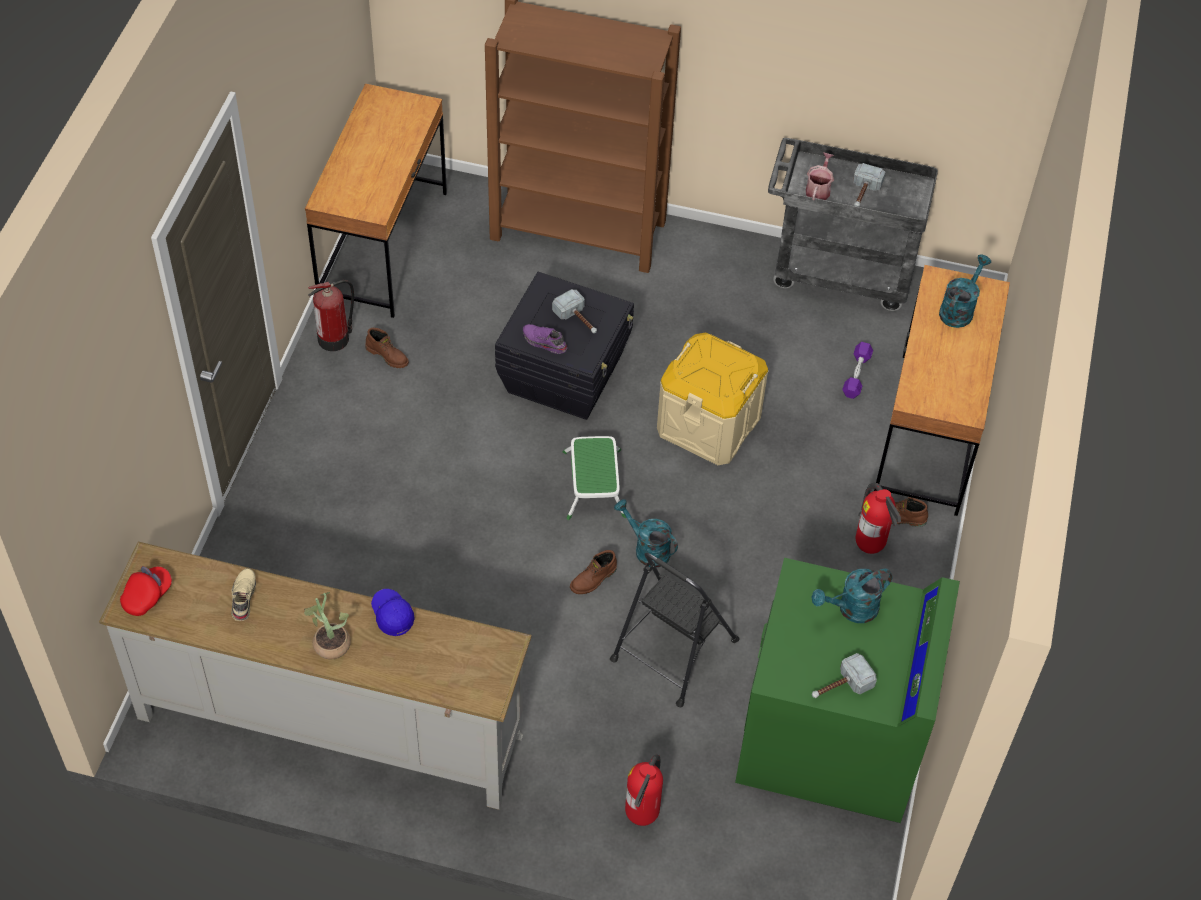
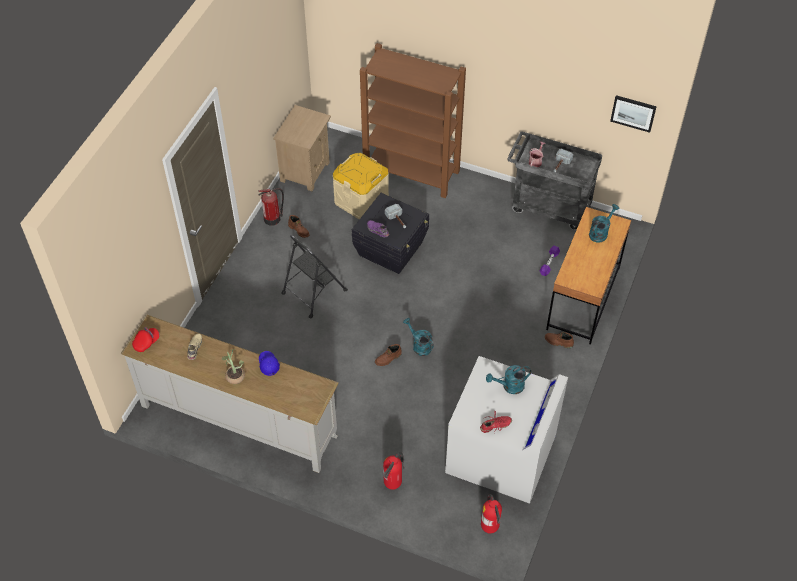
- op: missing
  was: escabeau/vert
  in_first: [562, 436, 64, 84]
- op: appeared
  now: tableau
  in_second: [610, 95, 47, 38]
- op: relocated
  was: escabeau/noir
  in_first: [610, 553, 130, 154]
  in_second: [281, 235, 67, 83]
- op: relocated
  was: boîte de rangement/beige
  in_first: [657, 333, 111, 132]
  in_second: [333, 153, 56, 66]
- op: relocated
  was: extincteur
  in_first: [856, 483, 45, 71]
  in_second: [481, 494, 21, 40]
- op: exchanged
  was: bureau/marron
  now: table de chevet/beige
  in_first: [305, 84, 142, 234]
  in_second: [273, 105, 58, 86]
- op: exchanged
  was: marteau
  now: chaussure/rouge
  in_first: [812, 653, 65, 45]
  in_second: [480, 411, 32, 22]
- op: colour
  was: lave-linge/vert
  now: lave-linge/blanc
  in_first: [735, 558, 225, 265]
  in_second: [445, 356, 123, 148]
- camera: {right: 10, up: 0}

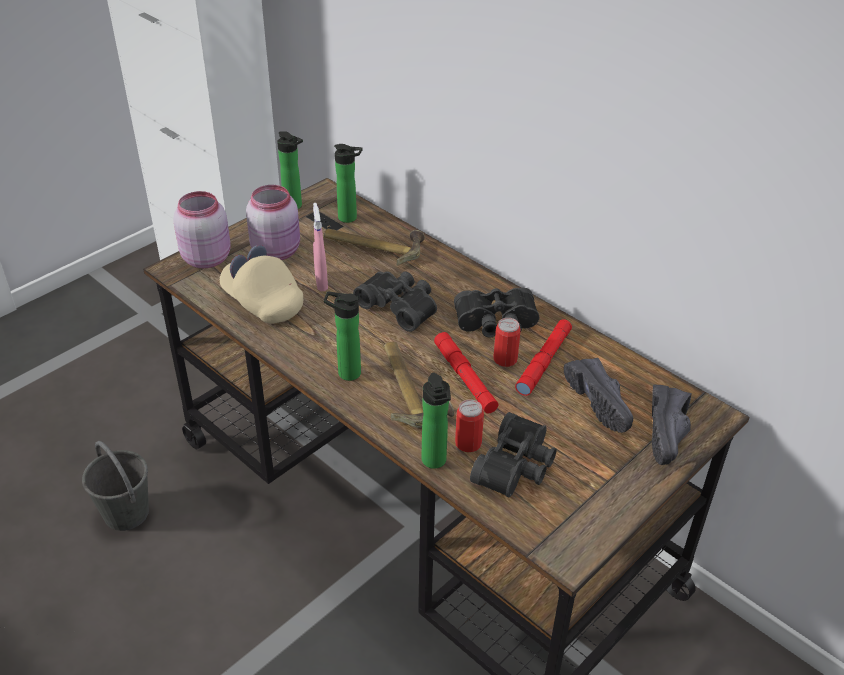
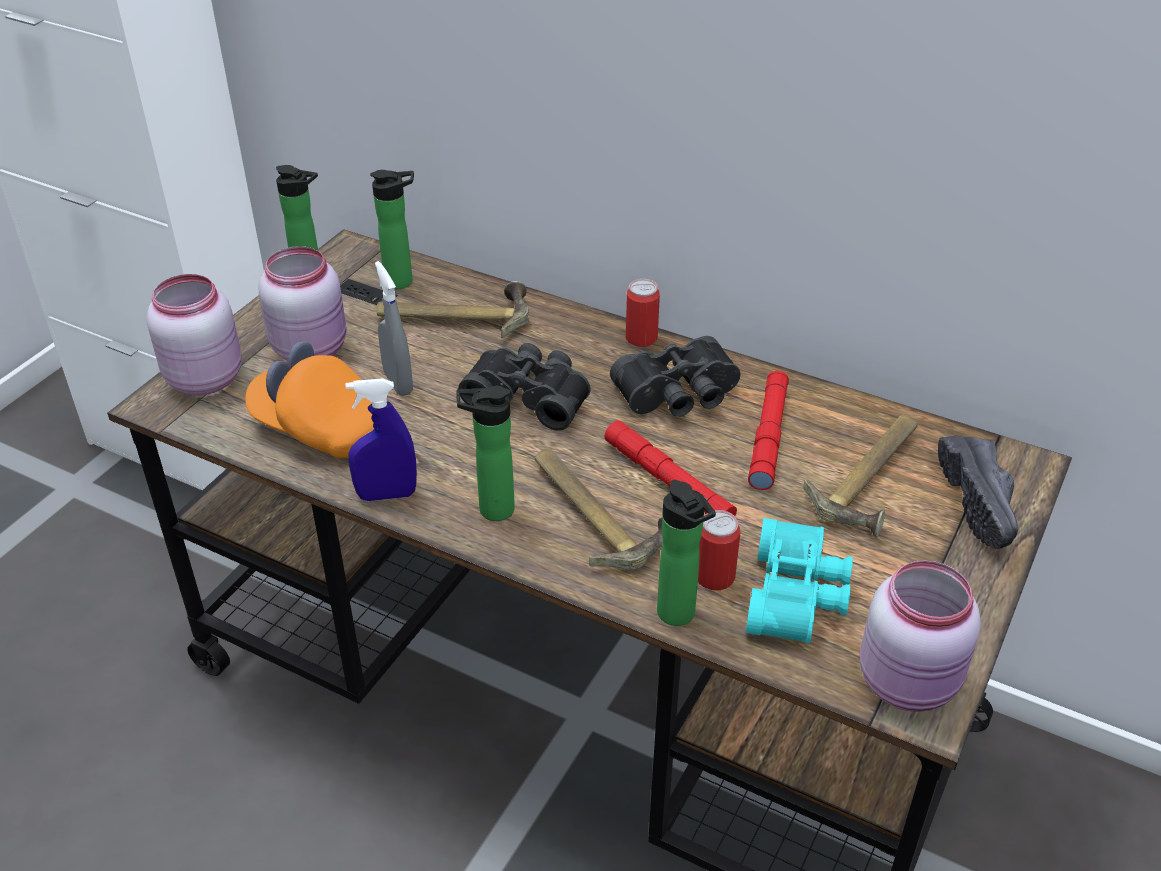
- op: missing
  was: seau/gris
  in_first: [82, 441, 67, 90]
- op: appeared
  now: vaporisateur/bleu
  in_second: [345, 378, 72, 123]
- op: appeared
  now: bocal/rose
  in_second: [860, 560, 121, 152]
- op: relocated
  was: boîte métallique
  in_first: [493, 318, 28, 49]
  in_second: [626, 279, 34, 68]
- op: exchanged
  was: chaussure/noir
  now: marteau
  in_first: [564, 358, 69, 75]
  in_second: [804, 415, 114, 123]
- op: colour
  was: casquette/beige
  now: casquette/orange
  in_first: [220, 245, 83, 78]
  in_second: [245, 341, 129, 117]
- op: colour
  was: vaporisateur/rose
  now: vaporisateur/gris
  in_first: [313, 203, 15, 88]
  in_second: [375, 261, 38, 135]
- op: colour
  was: jumelles/noir
  now: jumelles/turquoise
  in_first: [470, 412, 87, 85]
  in_second: [746, 518, 107, 126]
- camera: {right: -15, up: 0}

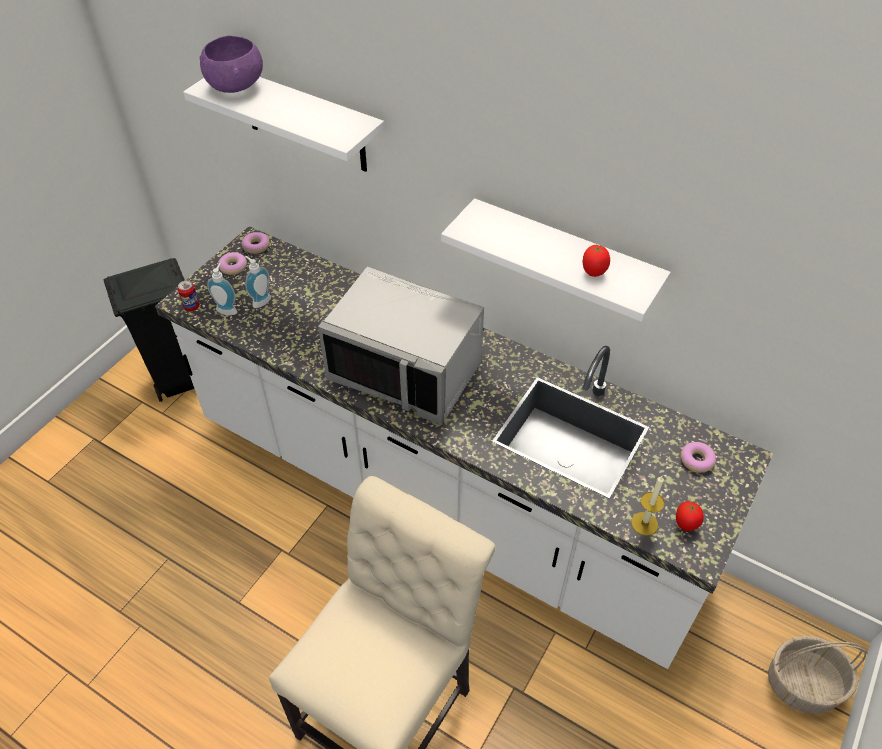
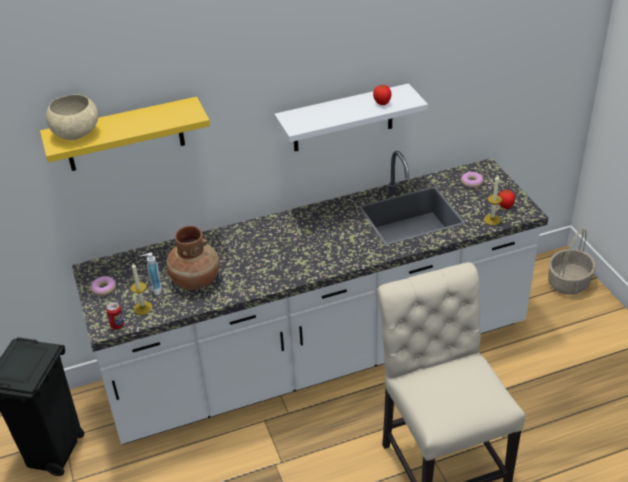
- op: missing
  was: beignet
  in_first: [242, 232, 28, 22]
- op: missing
  was: micro-ondes/gris
  in_first: [318, 267, 166, 158]
- op: appeared
  now: vase/marron
  in_second: [166, 226, 54, 64]
- op: exchanged
  was: distributeur de savon
  now: bougie
  in_first: [207, 262, 31, 53]
  in_second: [130, 263, 22, 52]
- op: colour
  was: étagère/blanc
  now: étagère/jaune
  in_first: [183, 77, 201, 95]
  in_second: [40, 97, 170, 74]
- op: colour
  was: bol/violet
  now: bol/beige
  in_first: [200, 36, 63, 57]
  in_second: [46, 94, 52, 46]
- camera: {right: -50, up: -10}

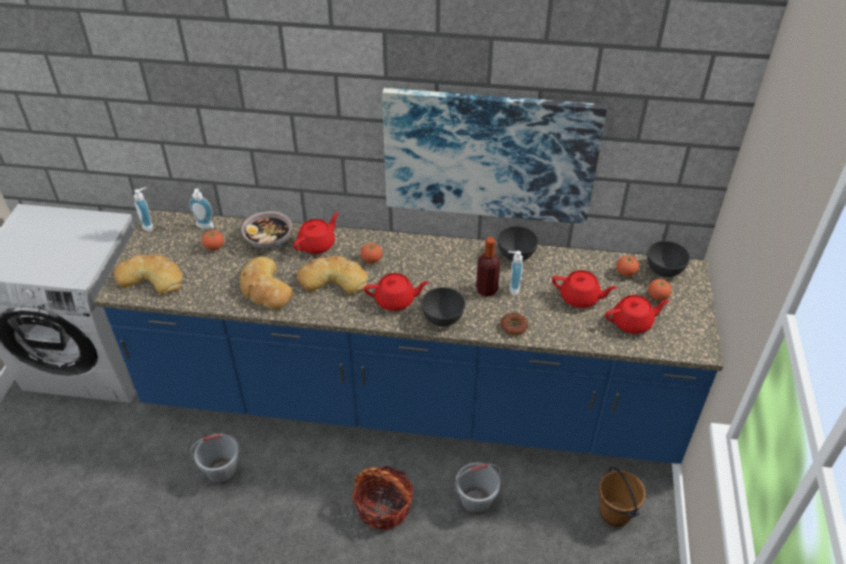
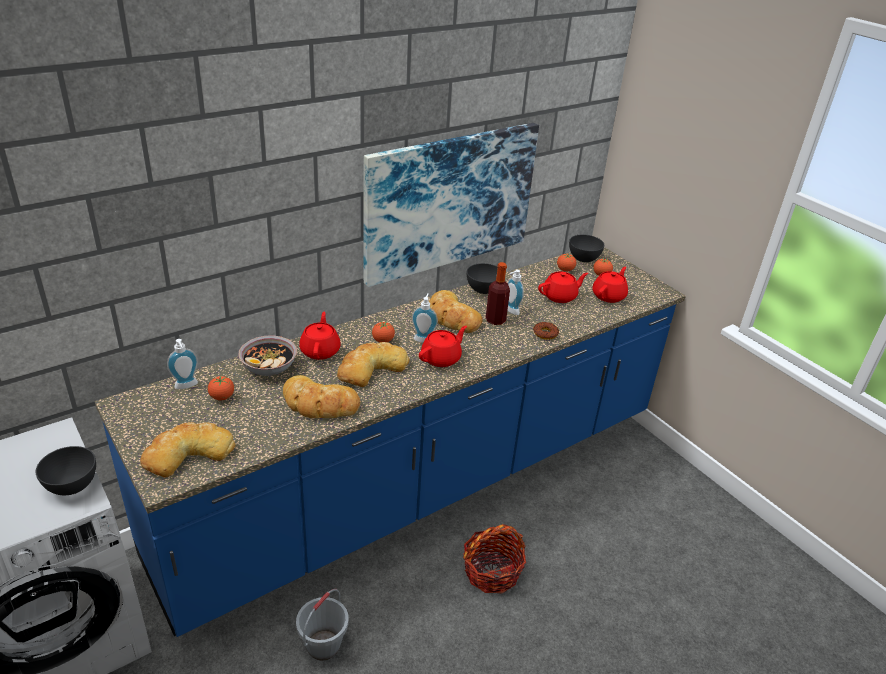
- op: missing
  was: seau/gris
  in_first: [455, 462, 46, 52]
- op: missing
  was: seau/marron
  in_first: [599, 466, 47, 61]
- op: appeared
  now: pain
  in_second: [429, 290, 54, 43]
- op: relocated
  was: distributeur de savon
  in_first: [134, 187, 20, 45]
  in_second: [412, 293, 26, 50]
- op: relocated
  was: bol/gris
  in_first: [421, 287, 44, 40]
  in_second: [36, 446, 60, 49]
- camera: {right: -45, up: -10}

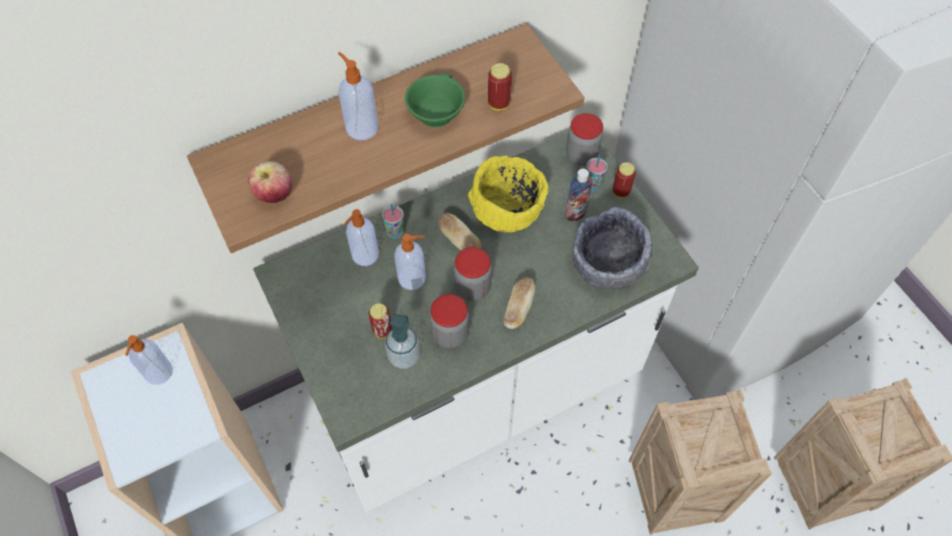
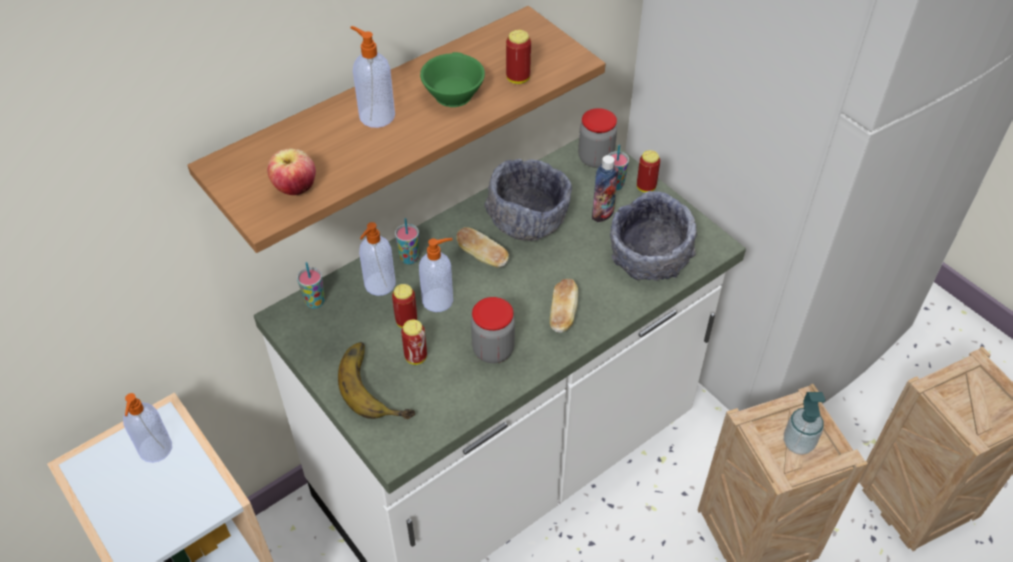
- op: missing
  was: bocal
  in_first: [454, 247, 38, 54]
- op: appeared
  now: tasse
  in_second: [297, 262, 28, 47]
- op: appeared
  now: banane
  in_second: [338, 342, 77, 78]
- op: appeared
  now: boîte métallique
  in_second: [392, 284, 25, 44]
- op: relocated
  was: distributeur de savon
  in_first: [385, 314, 35, 55]
  in_second: [784, 392, 41, 63]
- op: colour
  was: bol/jaune
  now: bol/gris
  in_first: [468, 156, 81, 76]
  in_second: [484, 159, 88, 82]
- camera: {right: -10, up: -10}

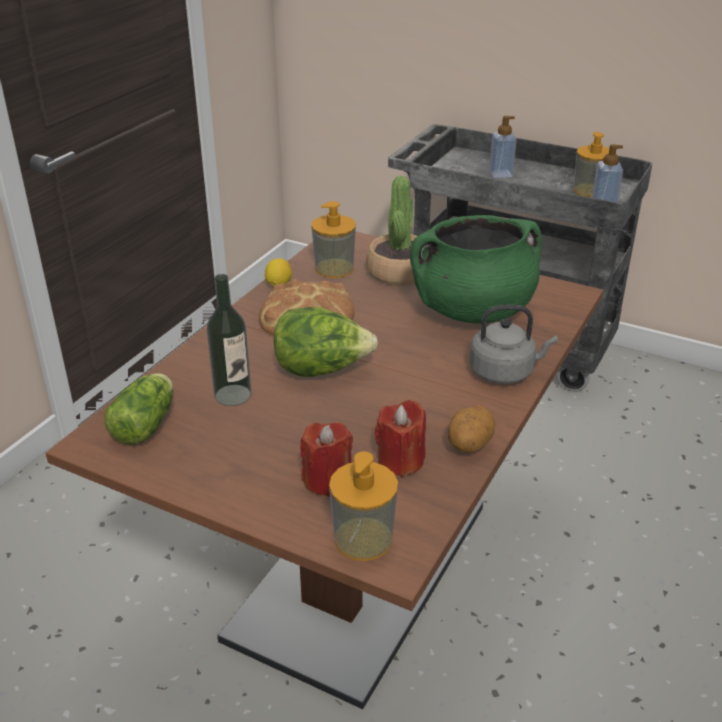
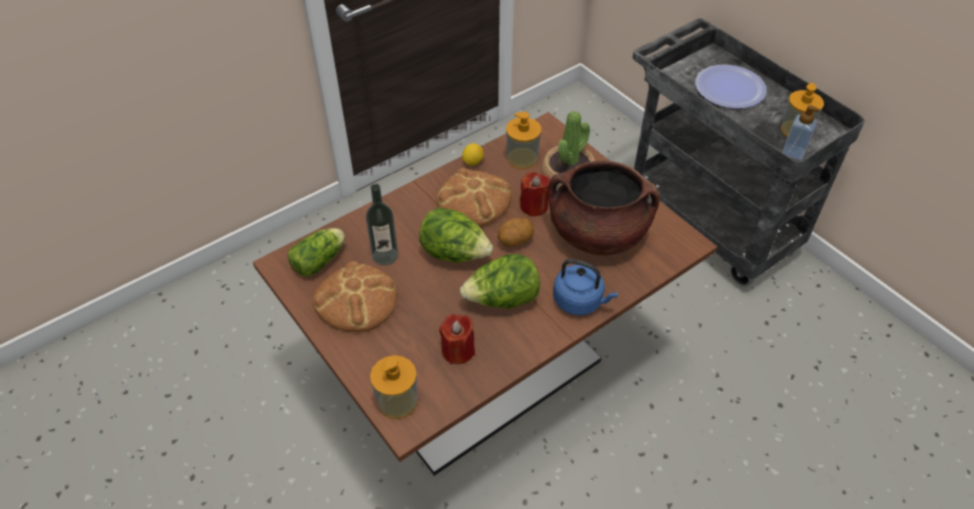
- op: appeared
  now: pain
  in_second: [313, 261, 84, 71]
- op: appeared
  now: laitue
  in_second: [460, 254, 80, 55]
- op: relocated
  was: bougie/rouge
  in_first: [300, 422, 53, 75]
  in_second: [520, 172, 30, 44]
- op: relocated
  was: pomme de terre
  in_first: [448, 405, 47, 48]
  in_second: [498, 218, 36, 29]
- op: exchanged
  was: distributeur de savon
  now: assiette
  in_first: [489, 116, 28, 62]
  in_second: [695, 65, 72, 44]
- op: colour
  was: marmite/vert
  now: marmite/marron
  in_first: [410, 215, 132, 109]
  in_second: [548, 160, 112, 95]
- op: colour
  was: bouilloire/gris
  now: bouilloire/bleu
  in_first: [470, 305, 88, 79]
  in_second: [553, 259, 65, 56]
- camera: {right: 25, up: 15}

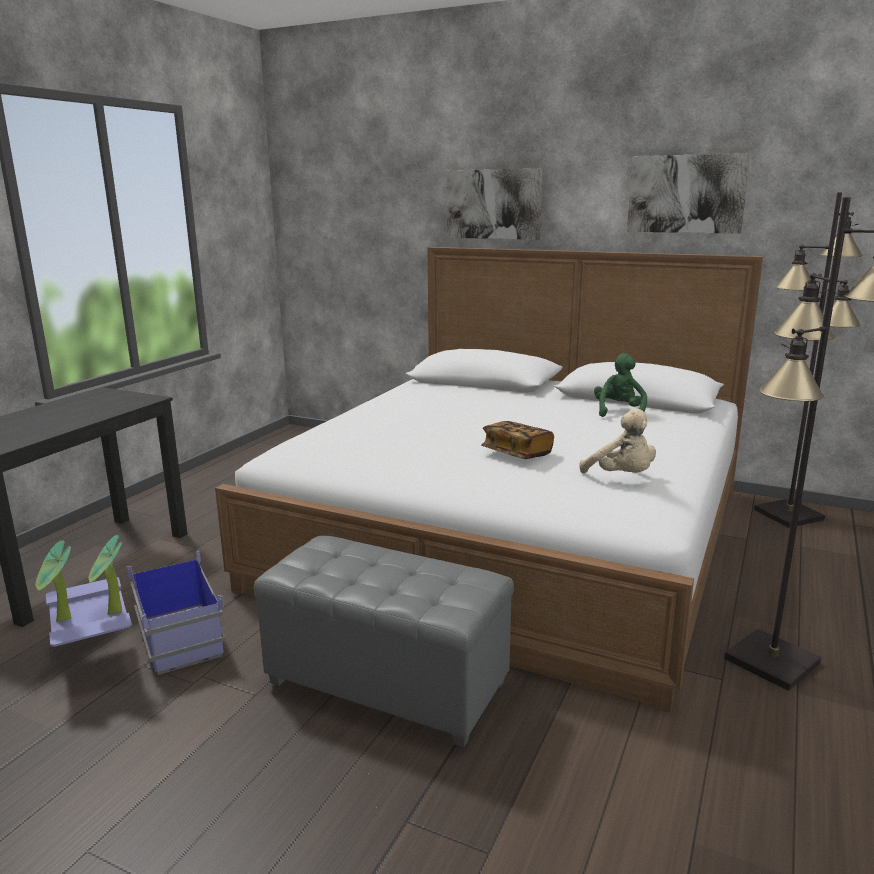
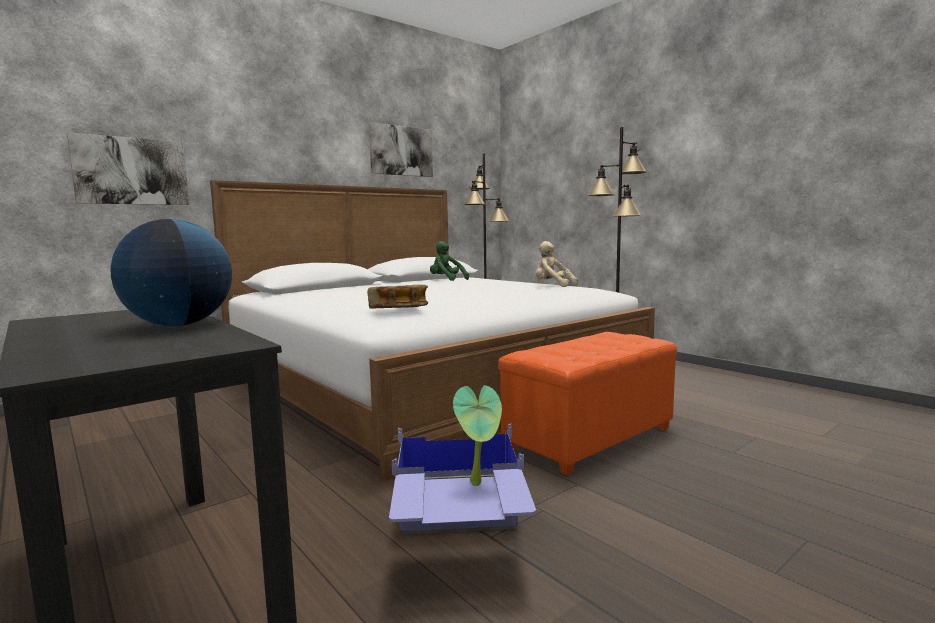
- op: missing
  was: plante en pot
  in_first: [35, 540, 36, 82]
- op: appeared
  now: globe
  in_second: [111, 219, 121, 107]
- op: relocated
  was: tableau
  in_first: [447, 169, 95, 71]
  in_second: [67, 132, 122, 73]
- op: relocated
  was: livre
  in_first: [481, 421, 73, 38]
  in_second: [367, 285, 61, 23]
- op: colour
  was: pouf/gris
  now: pouf/orange
  in_first: [254, 536, 260, 211]
  in_second: [498, 332, 179, 143]
- op: spun
  was: peluche/beige
  in_first: [579, 409, 77, 64]
  in_second: [536, 241, 42, 46]
  clockwise: -135
- camera: {right: -65, up: -10}

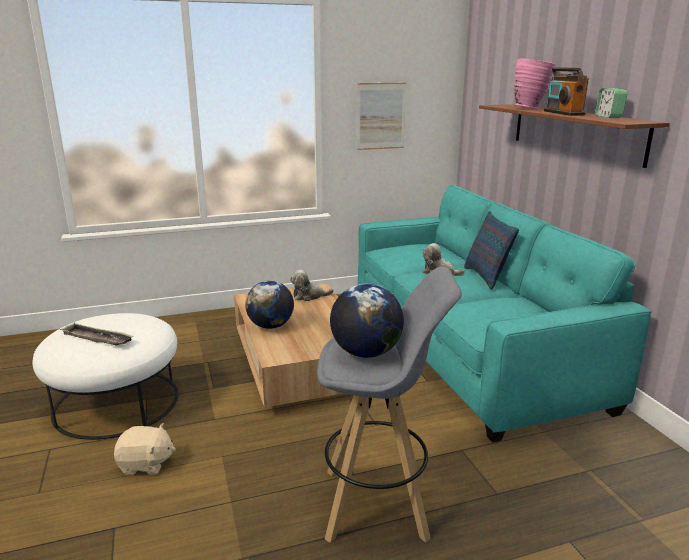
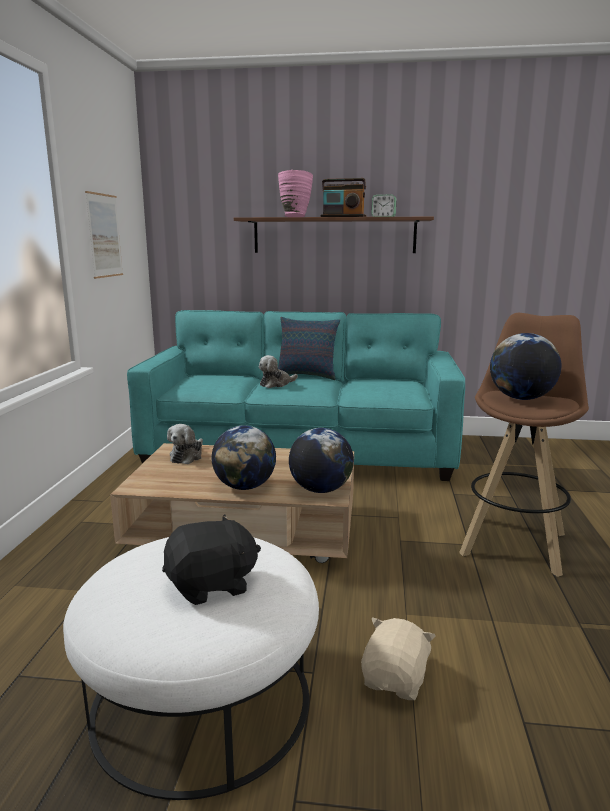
- op: appeared
  now: globe
  in_second: [289, 428, 65, 65]
- op: exchanged
  was: plateau
  now: peluche/noir
  in_first: [59, 323, 75, 23]
  in_second: [162, 514, 99, 91]
- op: colour
  was: tabouret/gris
  now: tabouret/marron
  in_first: [317, 266, 145, 277]
  in_second: [459, 313, 130, 264]
- camera: {right: -65, up: -5}

